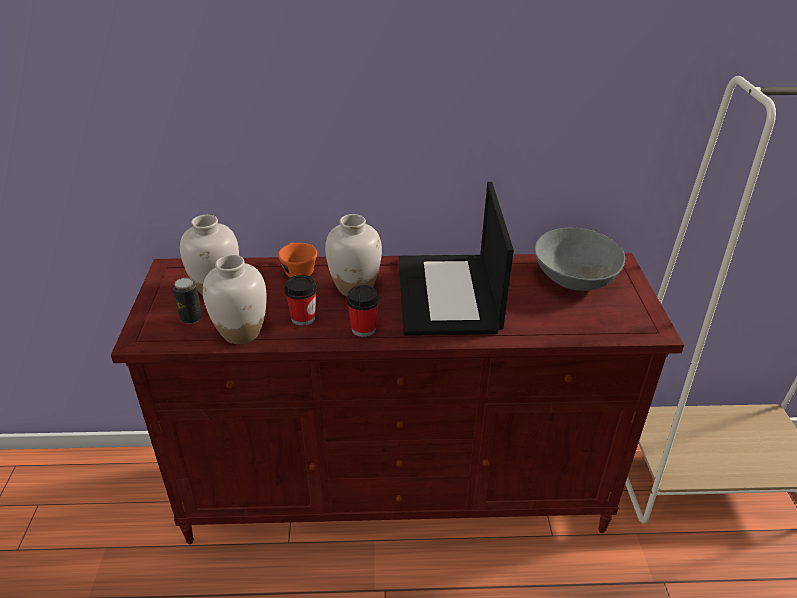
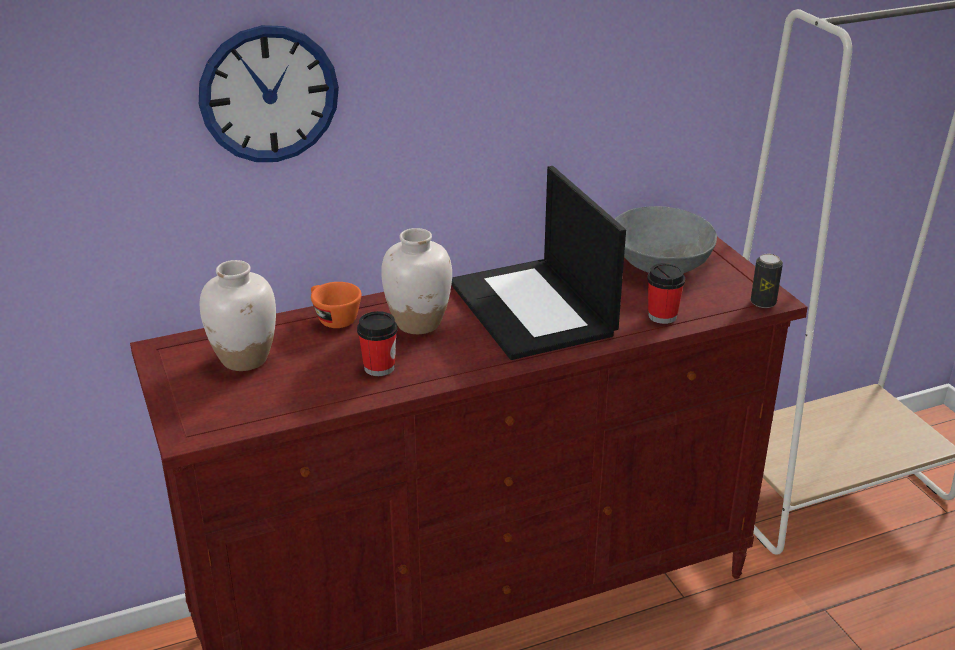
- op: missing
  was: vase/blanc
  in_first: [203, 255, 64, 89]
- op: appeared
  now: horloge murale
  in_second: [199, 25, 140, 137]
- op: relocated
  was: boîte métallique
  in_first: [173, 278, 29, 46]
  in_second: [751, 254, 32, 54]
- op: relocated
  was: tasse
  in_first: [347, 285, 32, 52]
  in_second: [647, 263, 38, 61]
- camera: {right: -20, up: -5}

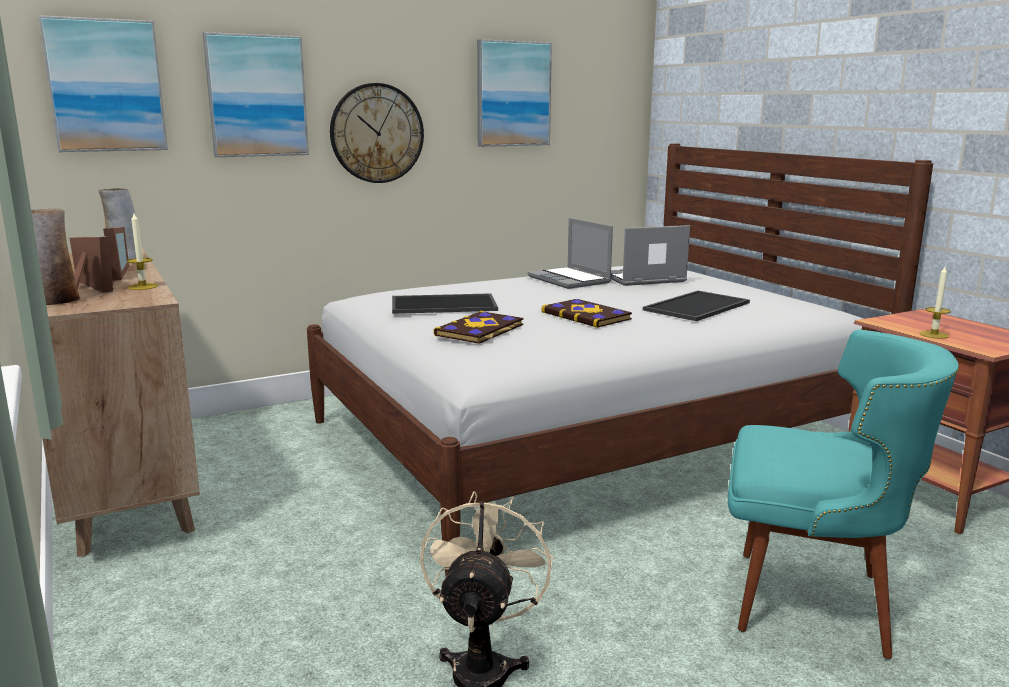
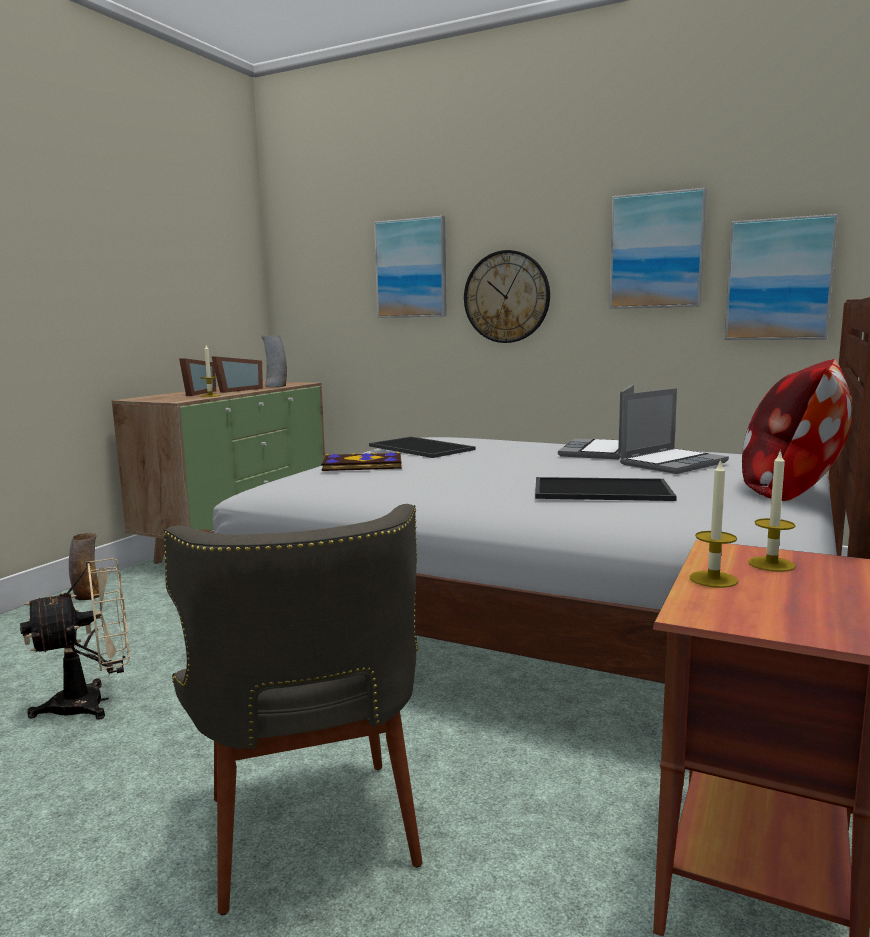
- op: missing
  was: livre
  in_first: [542, 299, 90, 29]
- op: appeared
  now: coussin
  in_second: [742, 359, 111, 142]
- op: appeared
  now: bougie
  in_second: [748, 449, 48, 123]
- op: relocated
  was: vase
  in_first: [31, 208, 49, 97]
  in_second: [69, 533, 30, 67]
- op: relocated
  was: tableau
  in_first: [38, 15, 130, 137]
  in_second: [724, 214, 114, 126]
- op: colour
  was: chaise/turquoise
  now: chaise/gris
  in_first: [728, 330, 231, 330]
  in_second: [164, 504, 259, 411]
- op: spun
  was: ordinateur portable
  in_first: [611, 225, 79, 61]
  in_second: [620, 388, 109, 86]
  clockwise: 105
- camera: {right: 55, up: -5}

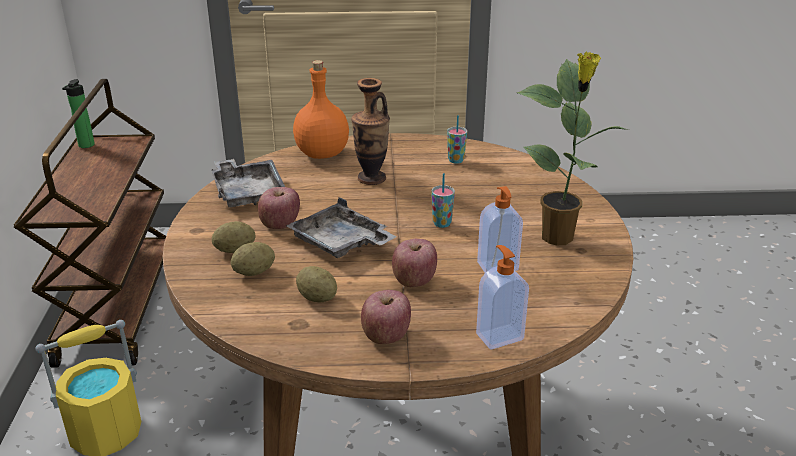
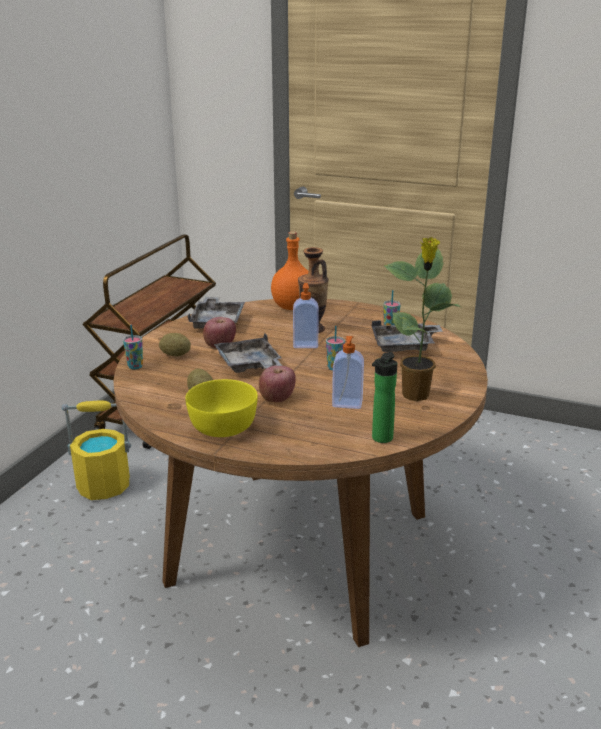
- op: missing
  was: pomme de terre
  in_first: [231, 242, 44, 34]
- op: appeared
  now: tasse
  in_second: [123, 325, 20, 44]
- op: appeared
  now: plateau/gris
  in_second: [372, 320, 71, 32]
- op: relocated
  was: bouteille
  in_first: [62, 79, 33, 69]
  in_second: [372, 352, 25, 91]
- op: relocated
  was: distributeur de savon
  in_first: [476, 245, 53, 104]
  in_second: [293, 283, 26, 65]
- op: exchanged
  was: pomme
  now: bol/jaune
  in_first: [361, 290, 50, 54]
  in_second: [185, 379, 73, 58]
- camera: {right: 25, up: -5}

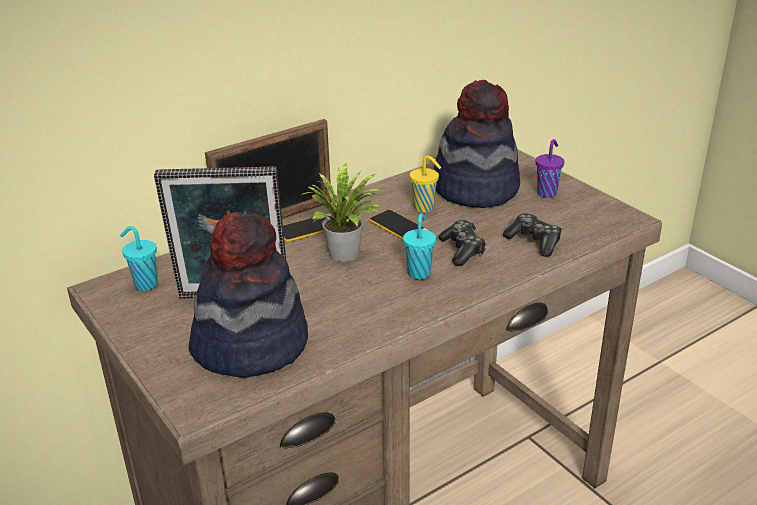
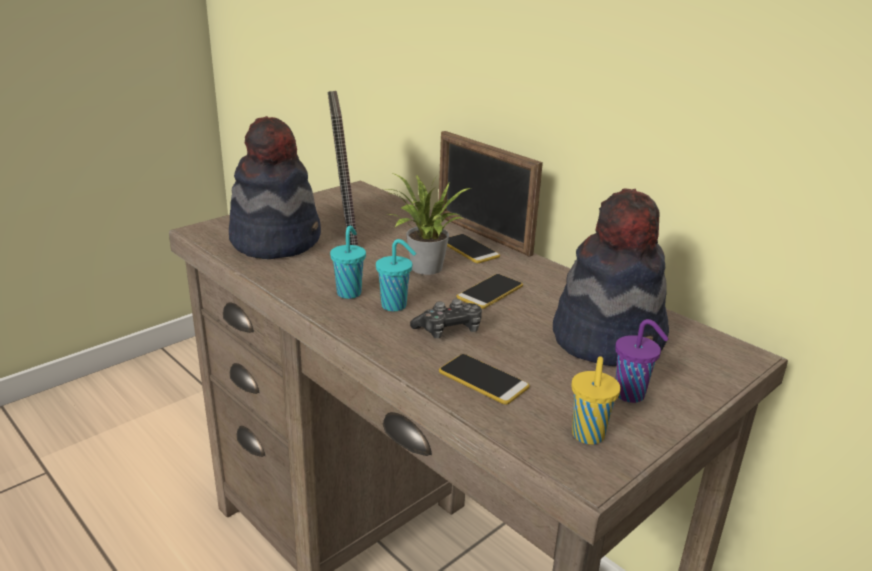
- op: relocated
  was: tasse/turquoise
  in_first: [120, 226, 38, 65]
  in_second: [330, 226, 36, 73]
- op: relocated
  was: tasse/jaune
  in_first: [410, 156, 32, 57]
  in_second: [572, 356, 49, 89]
- op: exchanged
  was: manette
  now: téléphone
  in_first: [503, 213, 59, 44]
  in_second: [439, 354, 90, 51]
- camera: {right: 80, up: -5}

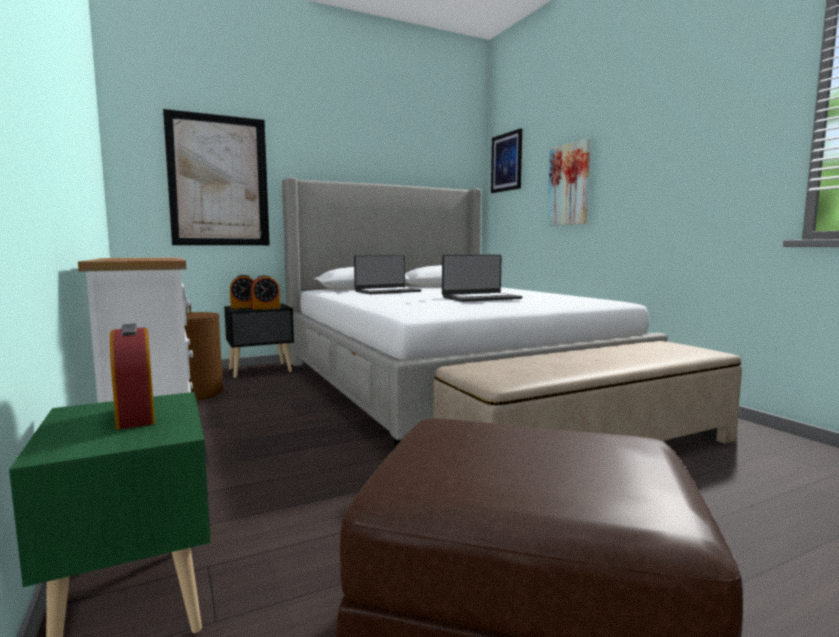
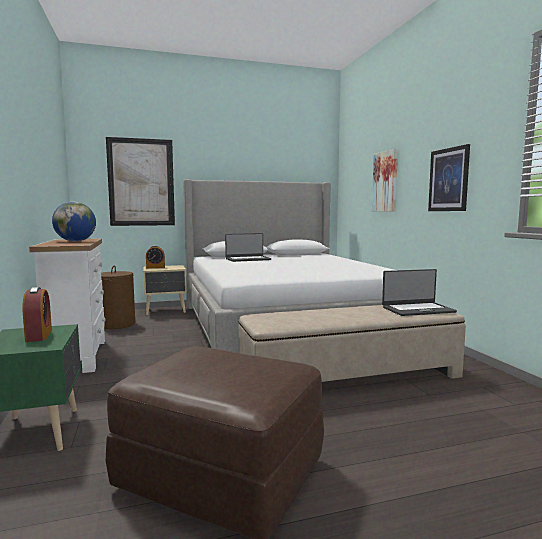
- op: missing
  was: réveil
  in_first: [250, 275, 30, 35]
- op: appeared
  now: globe
  in_second: [52, 202, 44, 40]
- op: relocated
  was: ordinateur portable
  in_first: [442, 254, 80, 48]
  in_second: [382, 269, 75, 47]
- op: relocated
  was: tableau
  in_first: [491, 128, 31, 65]
  in_second: [428, 144, 42, 67]
- op: colour
  was: table de chevet/noir
  now: table de chevet/beige
  in_first: [224, 304, 70, 74]
  in_second: [143, 265, 44, 50]
- camera: {right: 10, up: 0}

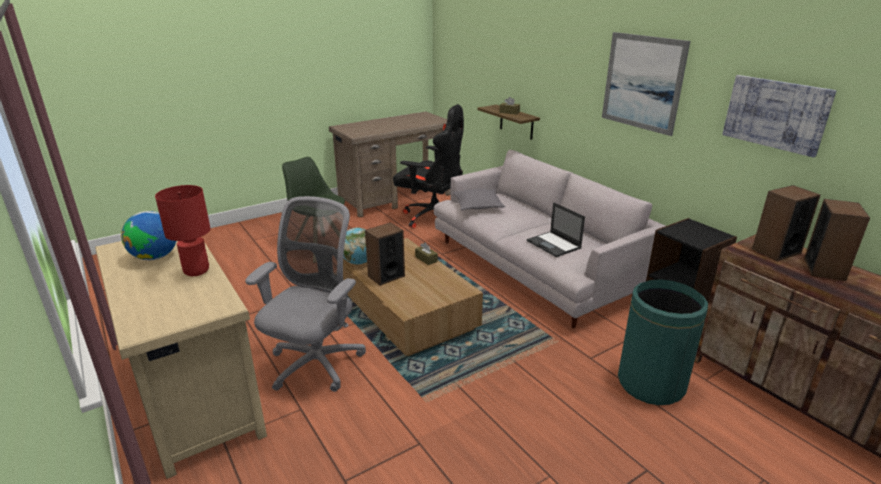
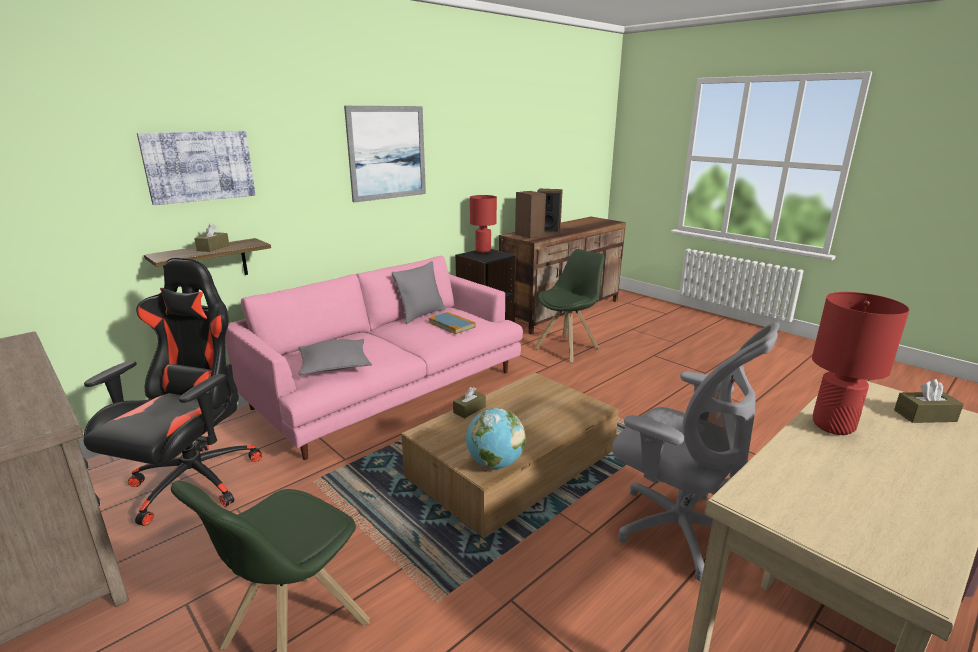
- op: missing
  was: globe
  in_first: [121, 211, 55, 49]
- op: missing
  was: enceinte
  in_first: [365, 222, 40, 64]
- op: appeared
  now: coussin/gris
  in_second: [392, 261, 54, 63]
- op: appeared
  now: lampe de table/rouge
  in_second: [470, 195, 27, 58]
- op: appeared
  now: boîte à mouchoirs/marron
  in_second: [894, 379, 70, 44]
- op: relocated
  was: tableau
  in_first: [722, 75, 115, 83]
  in_second: [137, 131, 119, 74]
- op: exchanged
  was: ordinateur portable
  now: livre
  in_first: [527, 202, 58, 55]
  in_second: [429, 312, 47, 22]
- op: exchanged
  was: poubelle/vert
  now: chaise/vert
  in_first: [618, 279, 90, 126]
  in_second: [534, 249, 71, 114]
- op: colour
  was: canapé/blanc
  now: canapé/rose
  in_first: [434, 150, 231, 178]
  in_second: [225, 256, 298, 204]
- op: spun
  was: chaise de bureau/gris
  in_first: [245, 196, 121, 196]
  in_second: [612, 322, 167, 259]
  clockwise: -150
- camera: {right: -100, up: -5}

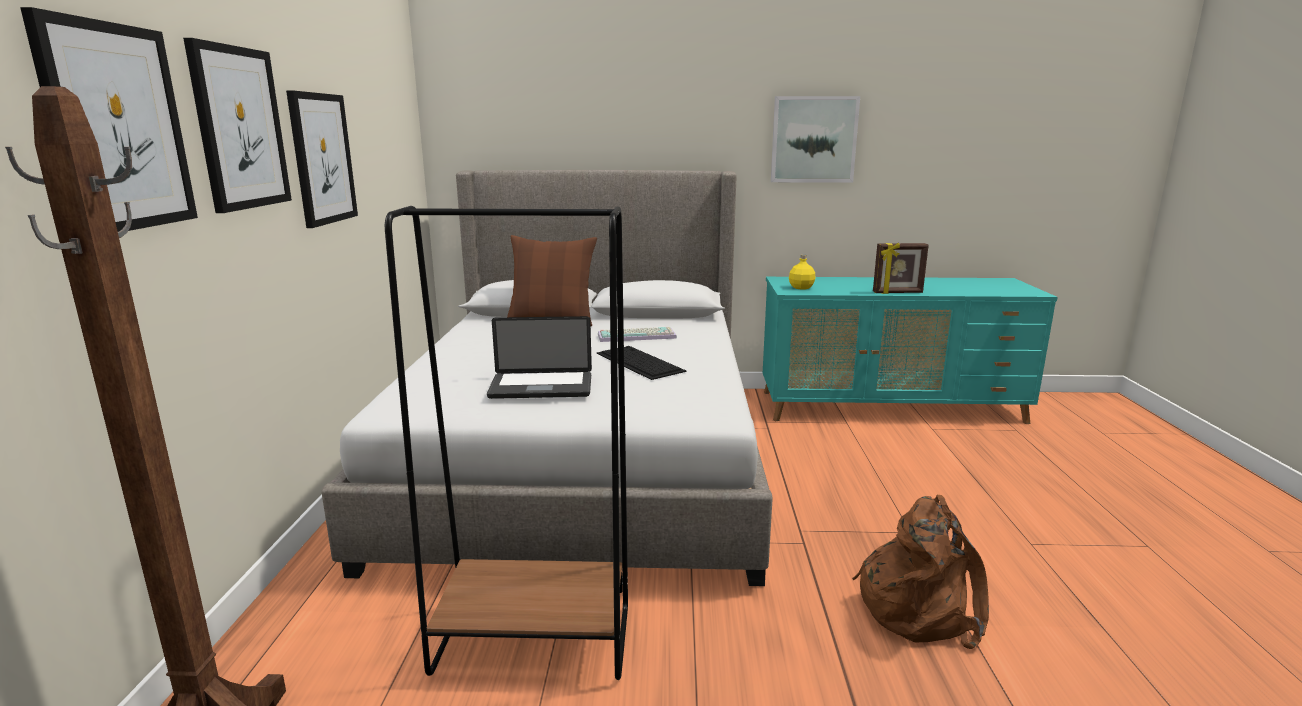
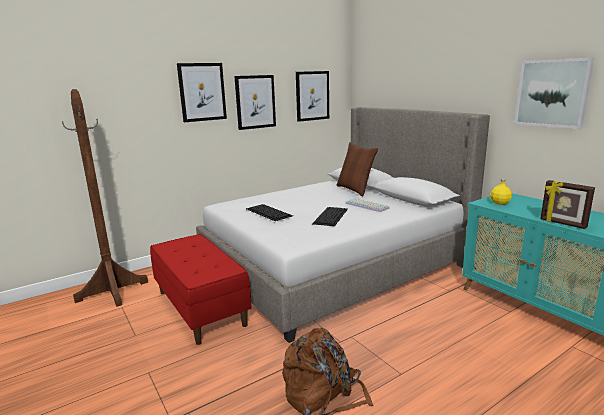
- op: relocated
  was: tableau
  in_first: [20, 7, 178, 225]
  in_second: [296, 71, 33, 51]
- op: exchanged
  was: portant
  now: banc/rouge
  in_first: [385, 206, 243, 474]
  in_second: [150, 234, 102, 111]
- op: exchanged
  was: ordinateur portable
  now: clavier
  in_first: [487, 316, 105, 83]
  in_second: [246, 204, 47, 17]
- camera: {right: 55, up: 0}

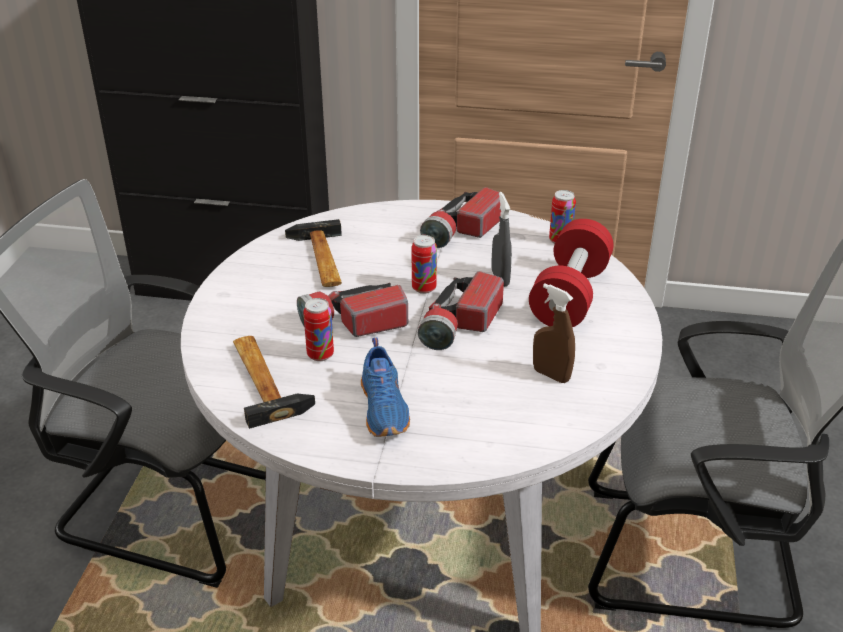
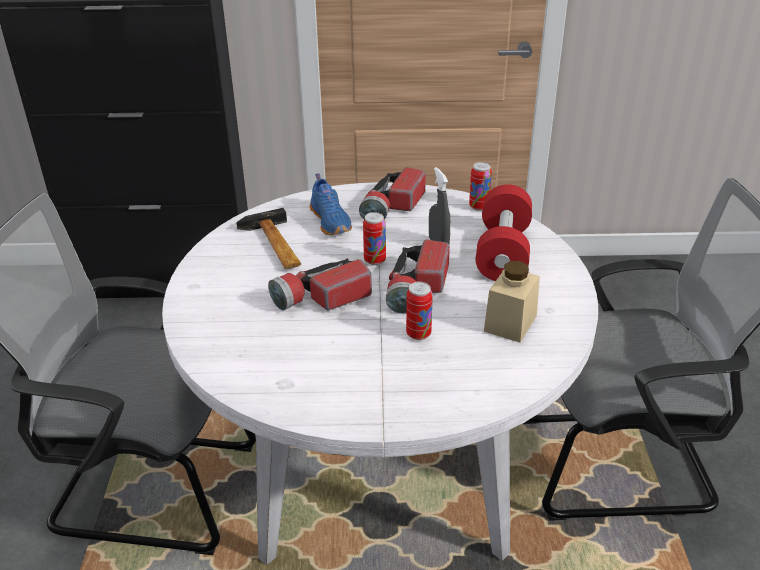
- op: missing
  was: marteau
  in_first: [233, 336, 82, 93]
- op: relocated
  was: boîte métallique
  in_first: [303, 298, 31, 63]
  in_second: [406, 282, 27, 58]
- op: relocated
  was: chaussure/bleu
  in_first: [361, 338, 49, 99]
  in_second: [310, 173, 42, 62]
- op: exchanged
  was: vaporisateur/marron
  now: bocal/beige
  in_first: [533, 284, 42, 99]
  in_second: [484, 261, 56, 82]
- camera: {right: -10, up: 0}

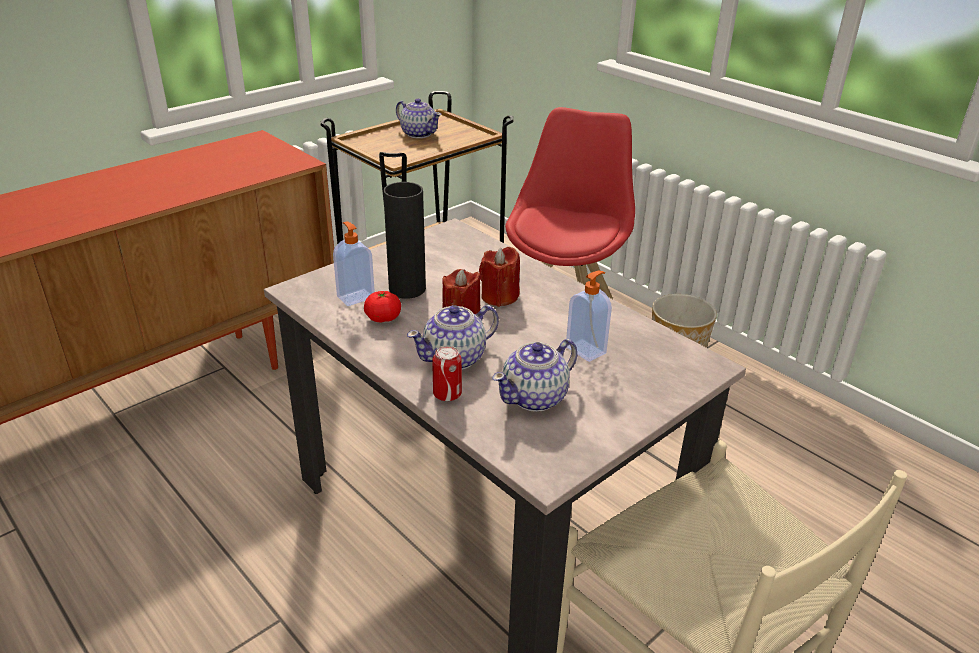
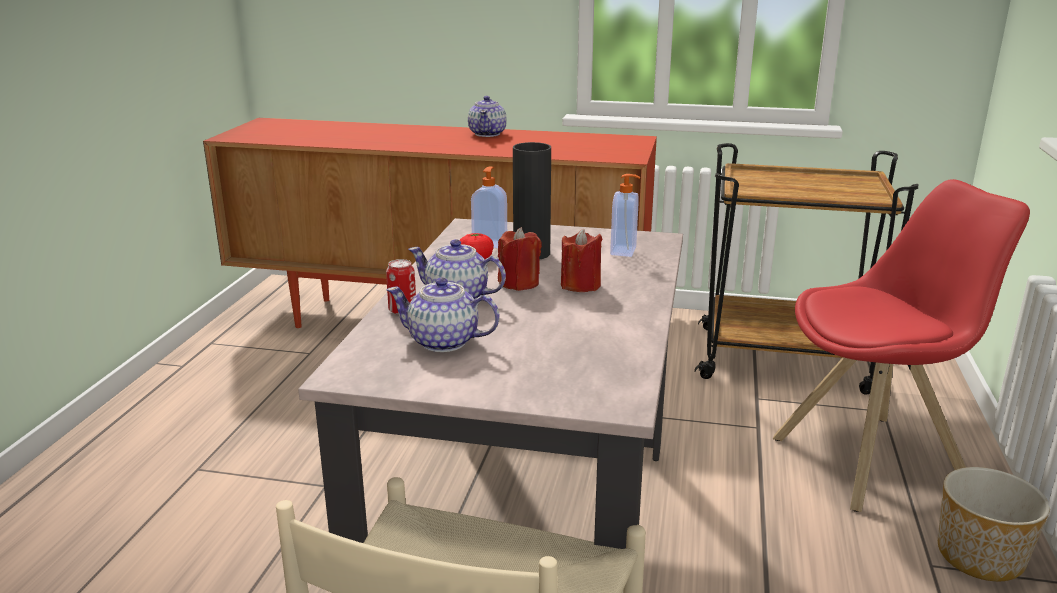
- op: relocated
  was: théière
  in_first: [396, 98, 45, 40]
  in_second: [468, 96, 39, 41]
- op: relocated
  was: distributeur de savon
  in_first: [566, 271, 46, 91]
  in_second: [610, 174, 31, 83]
- camera: {right: 55, up: -10}

